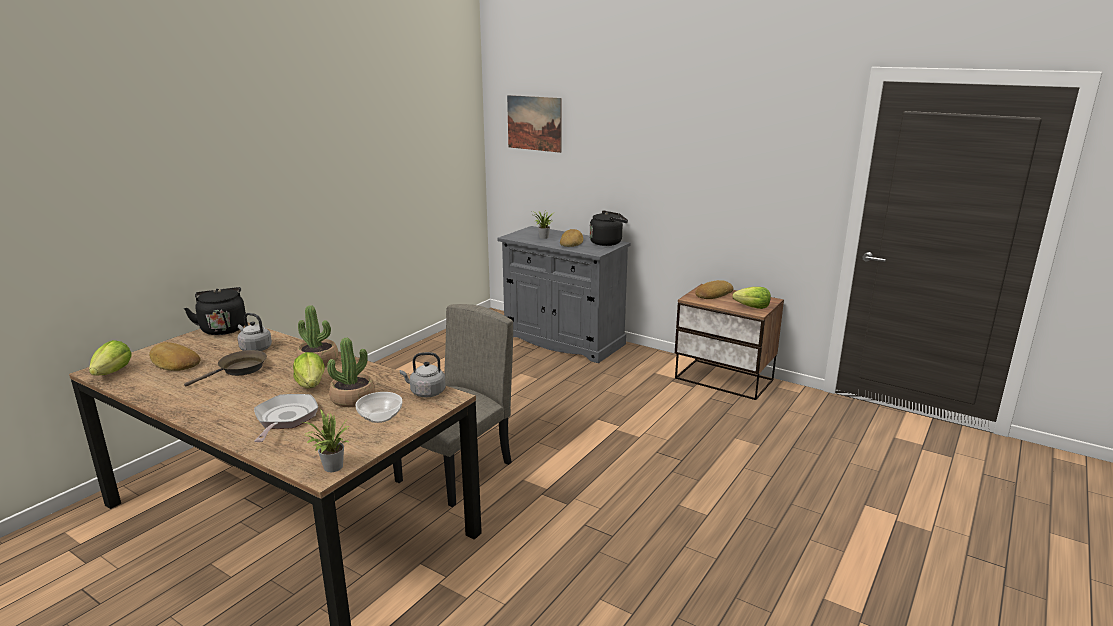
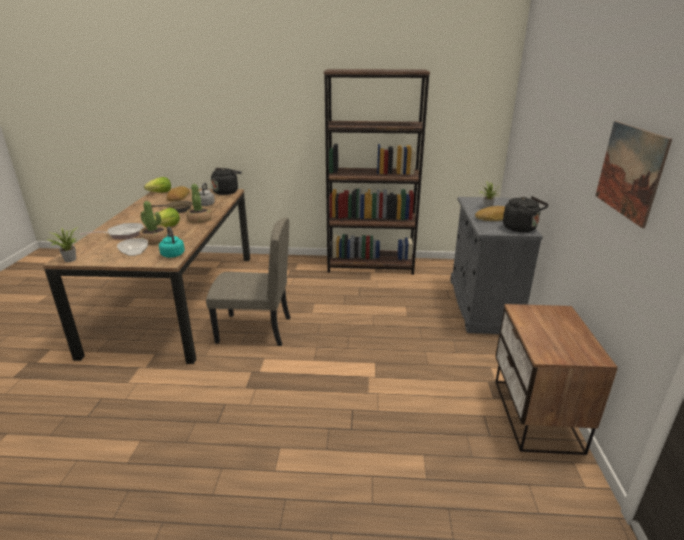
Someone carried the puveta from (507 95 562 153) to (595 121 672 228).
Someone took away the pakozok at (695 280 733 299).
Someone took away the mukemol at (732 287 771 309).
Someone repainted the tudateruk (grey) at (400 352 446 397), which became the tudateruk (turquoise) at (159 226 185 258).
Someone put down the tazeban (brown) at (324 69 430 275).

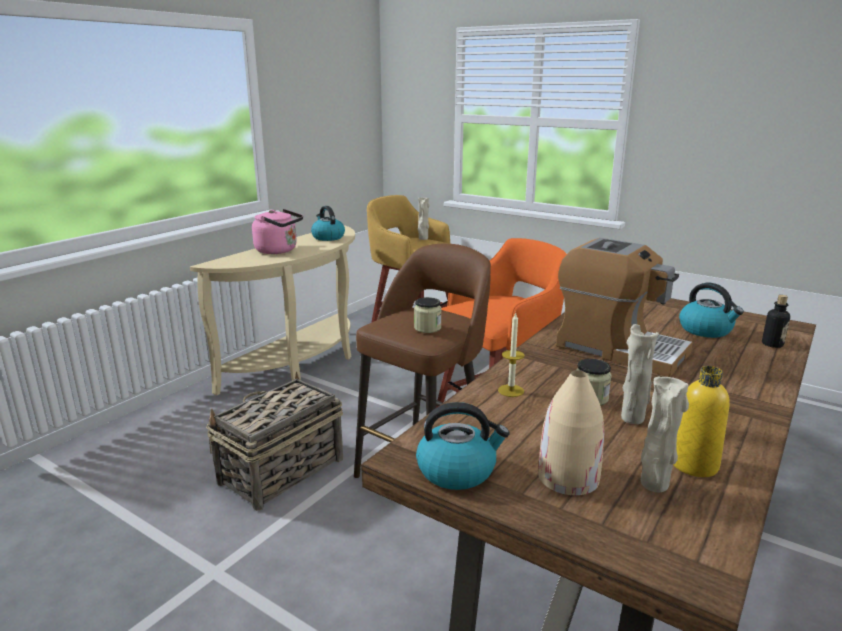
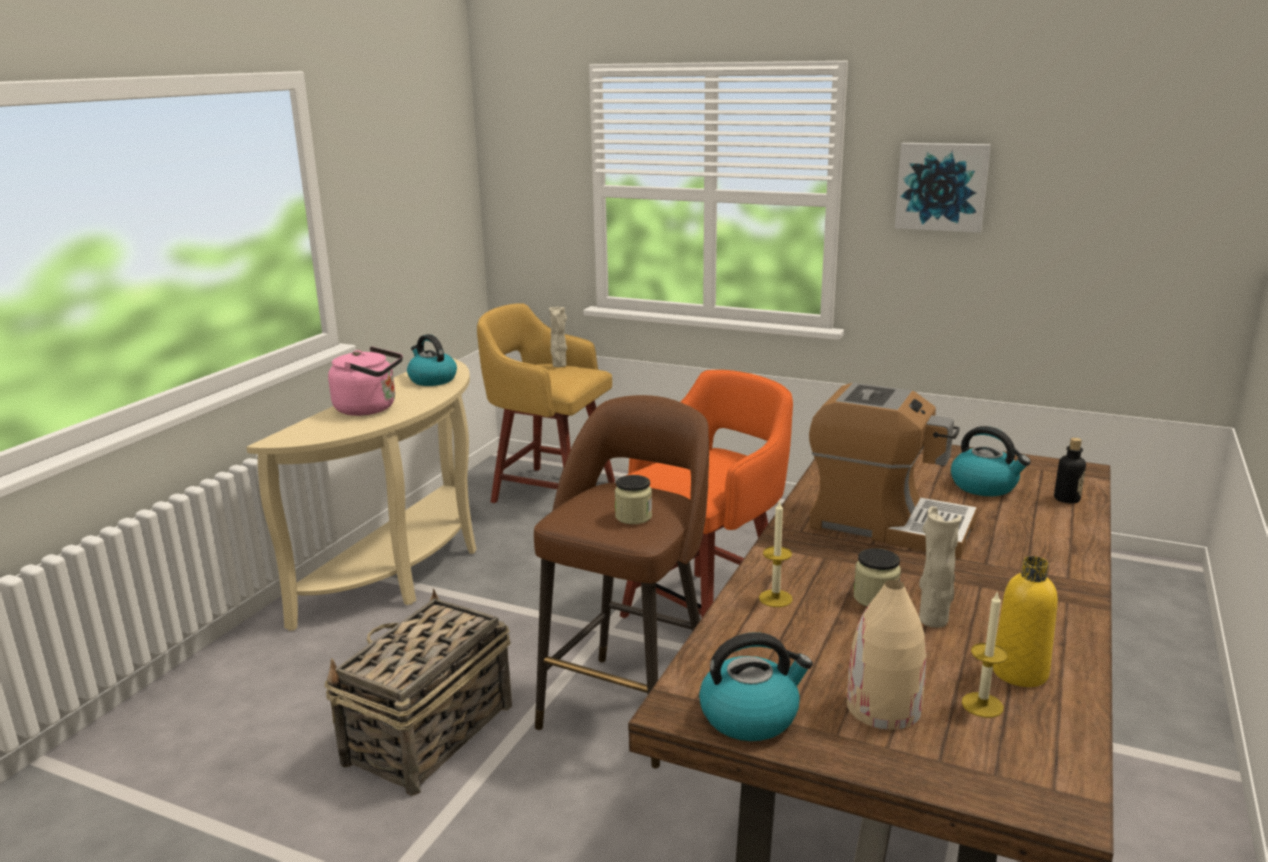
Someone swapped the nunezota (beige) at (641 376 689 492) for the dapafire at (962 591 1008 718).
Someone put up the puveta at (895 143 991 233).

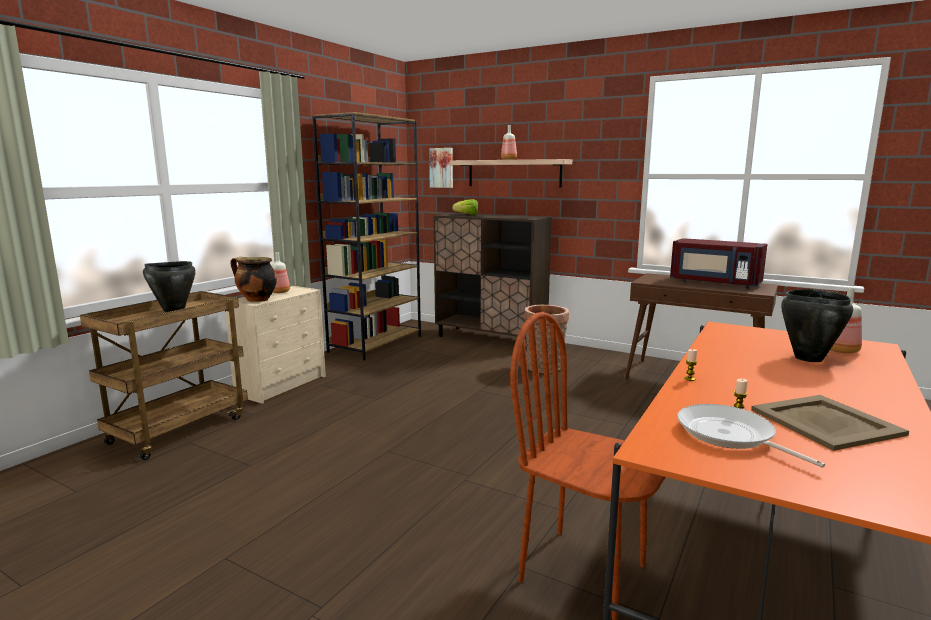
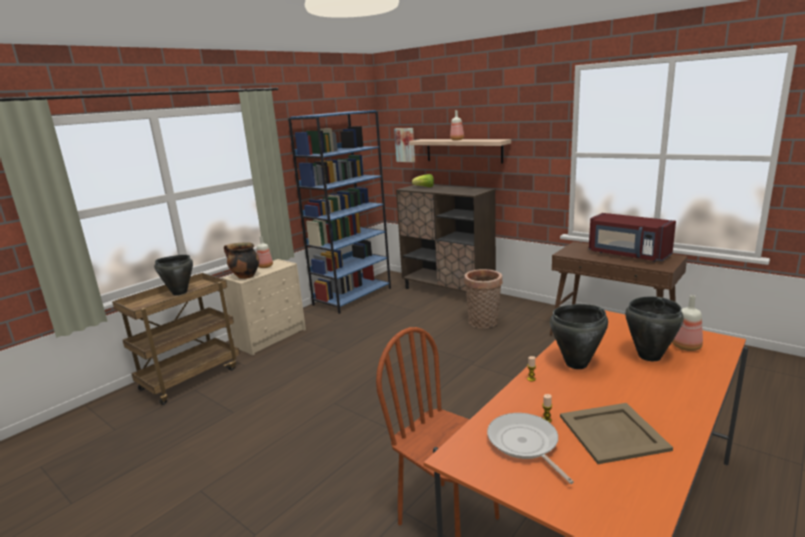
Someone repainted the tazeban (brown) at (312 112 421 360), which became the tazeban (blue) at (288 110 391 314).
Someone put down the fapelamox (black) at (550 304 608 369).

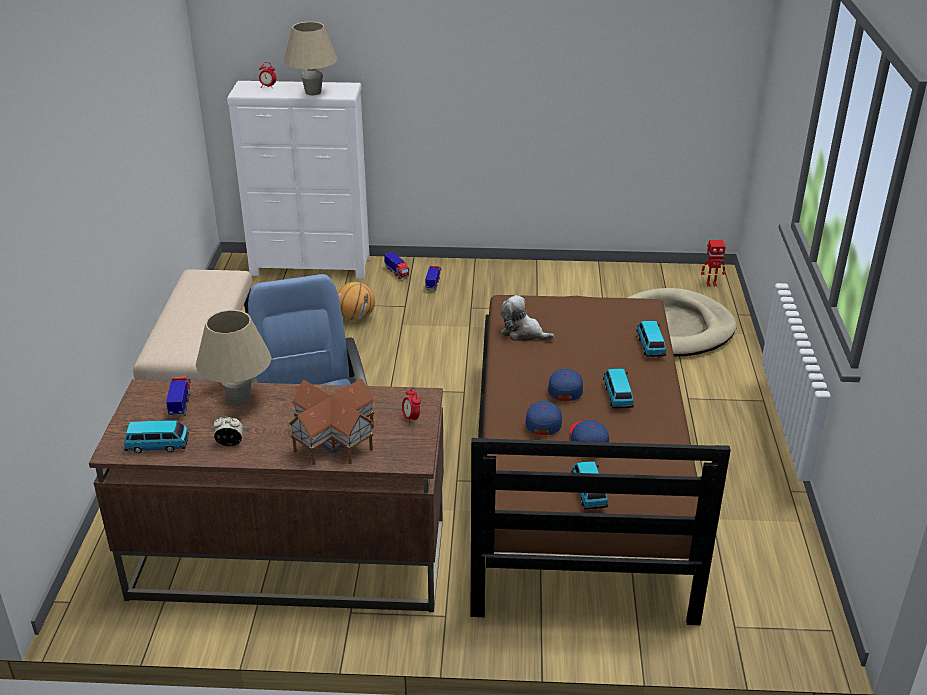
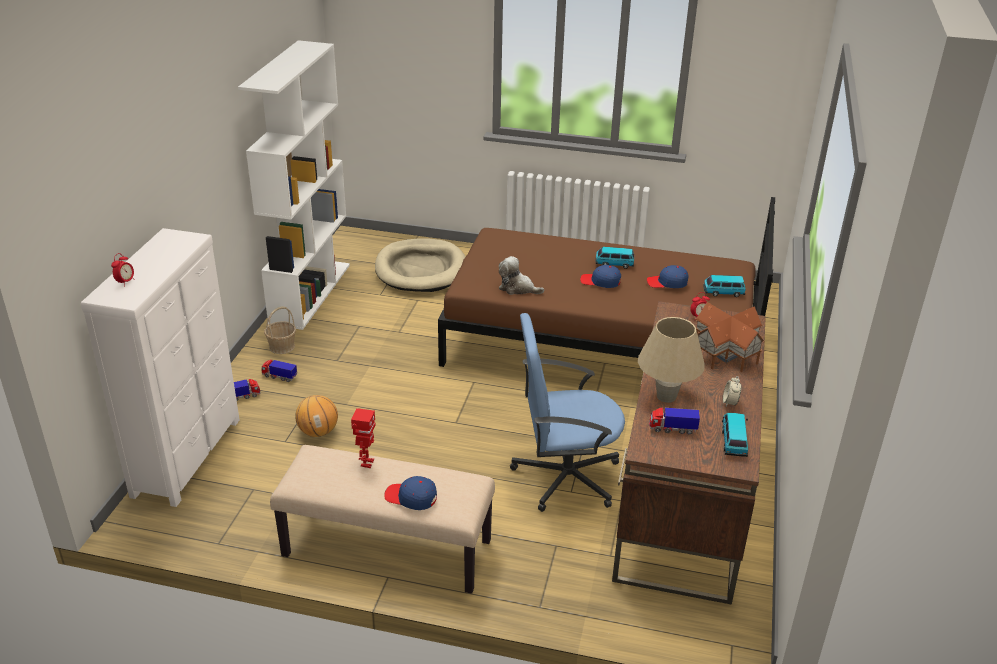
Someone took away the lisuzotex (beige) at (284 22 338 95).
Someone carried the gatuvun from (701 240 726 287) to (351 408 376 468).
Someone rotated the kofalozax at (501 295 555 341) by 75 degrees clockwise.
Someone took away the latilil at (636 321 666 357).
Someone carried the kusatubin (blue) from (525 401 562 435) to (384 476 437 510).
Someone put down the tazeban (white) at (238 40 350 330).
Someone put down the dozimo at (264 307 296 354).

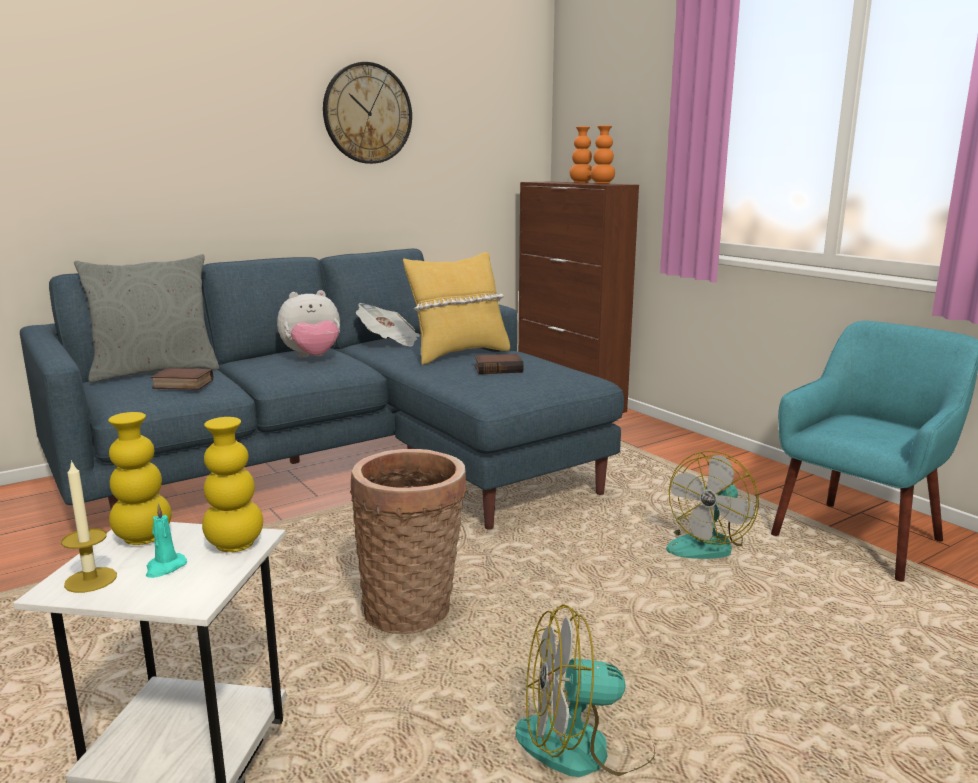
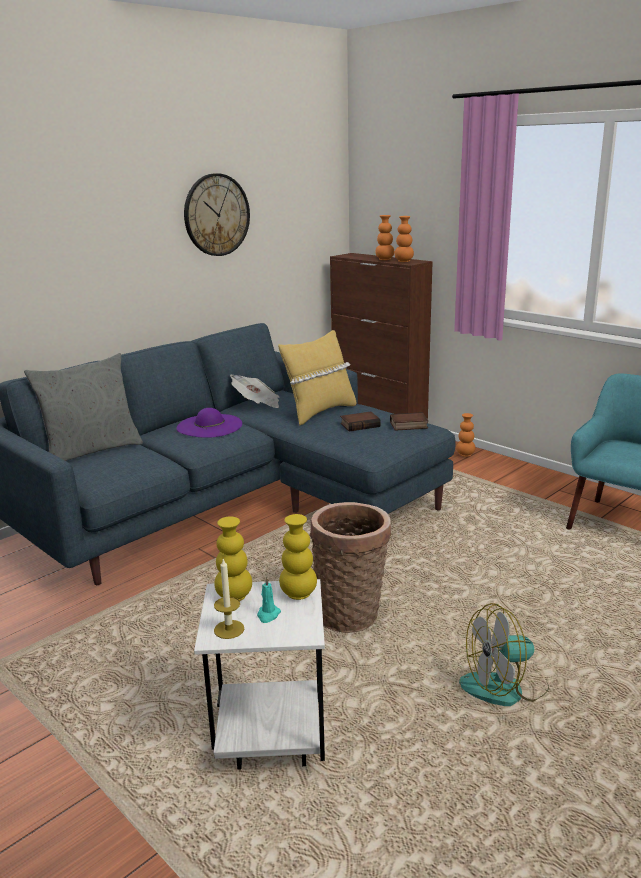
Someone swapped the kofalozax at (277 290 340 358) for the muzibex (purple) at (176 408 242 438).
Someone carried the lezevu from (151 368 213 390) to (390 412 428 431).
Someone took away the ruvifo at (666 451 759 559).
Someone put down the nunezota (orange) at (456 413 475 457).

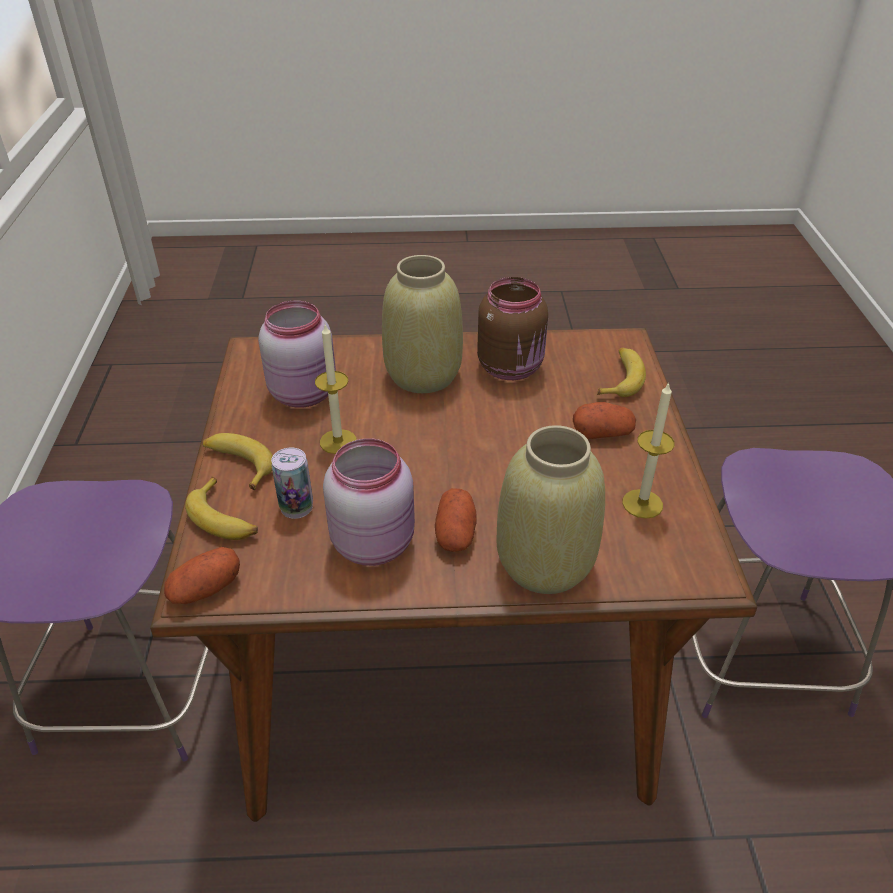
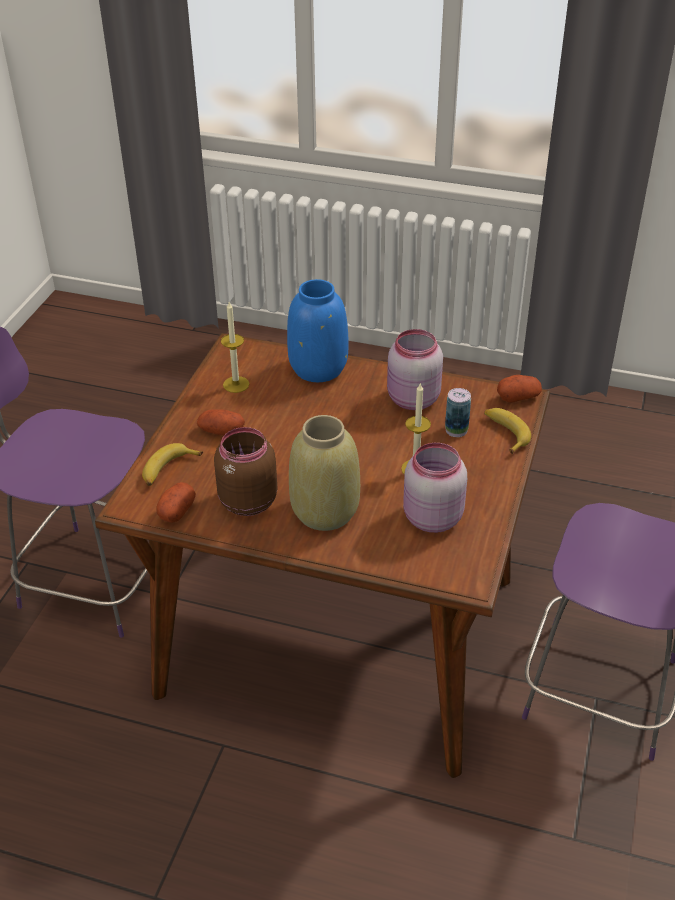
Someone repainted the nunezota (beige) at (497 425 605 594), which became the nunezota (blue) at (287 279 349 382).
Someone took away the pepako at (203 433 273 490).
Someone carried the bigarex from (435 488 477 552) to (156 482 196 523).

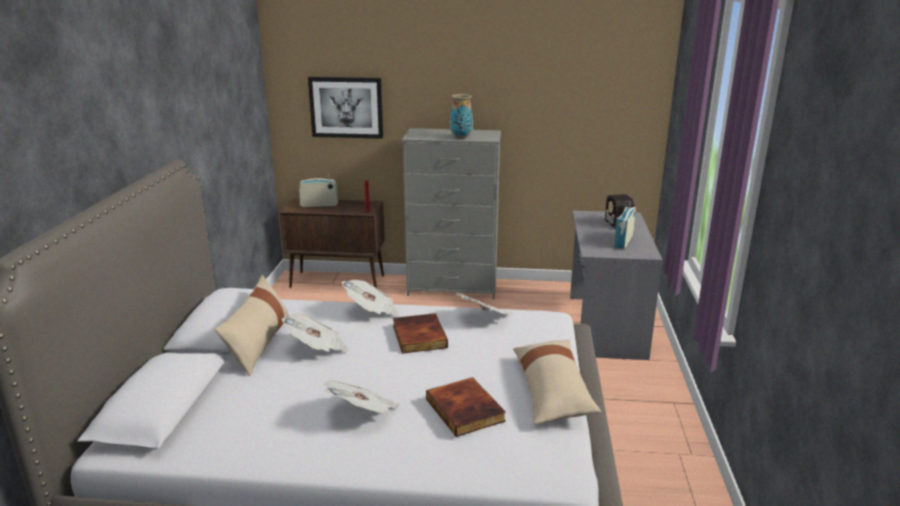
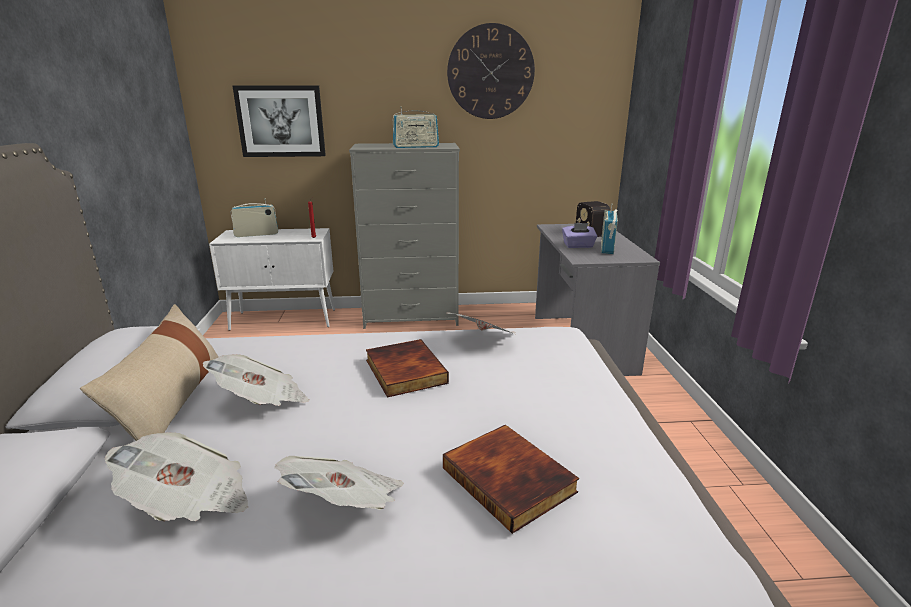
Someone swapped the nunezota at (450 94 473 139) for the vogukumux at (393 107 439 148).
Someone repainted the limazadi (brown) at (280 198 385 288), which became the limazadi (white) at (209 228 335 331).
Someone carried the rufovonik from (342 280 399 316) to (105 432 248 522).
Someone took away the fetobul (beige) at (513 339 601 424).
Someone put up the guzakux at (447 23 535 119).
Someone put down the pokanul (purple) at (562 223 598 248).

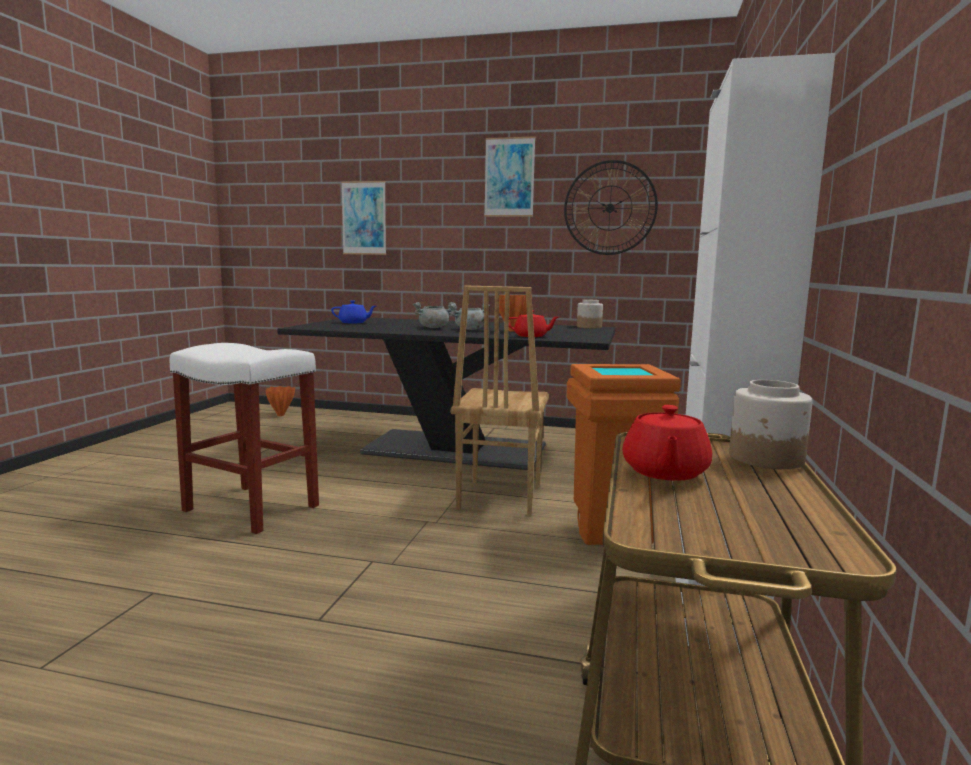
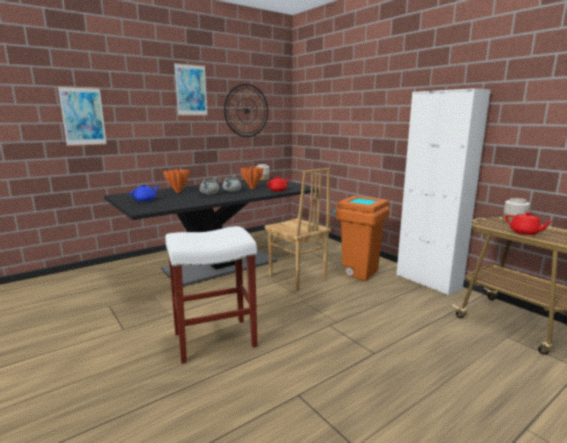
Someone carried the nunezota (orange) from (265 386 295 416) to (163 169 190 193).

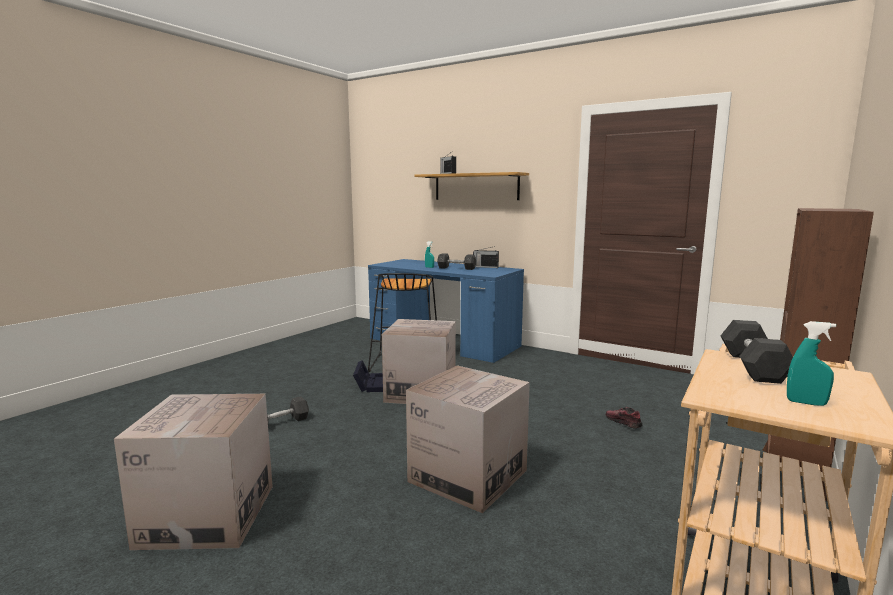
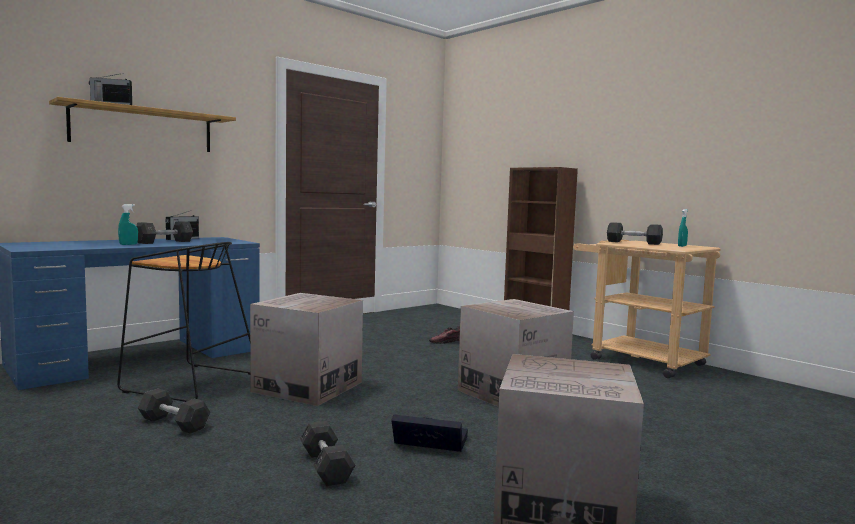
Someone carried the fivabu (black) from (353 360 383 392) to (391 415 468 452).
Someone put down the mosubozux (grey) at (138 388 210 434).

